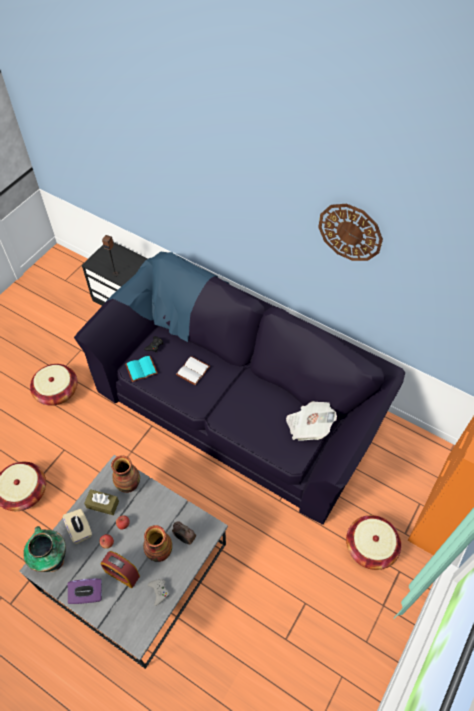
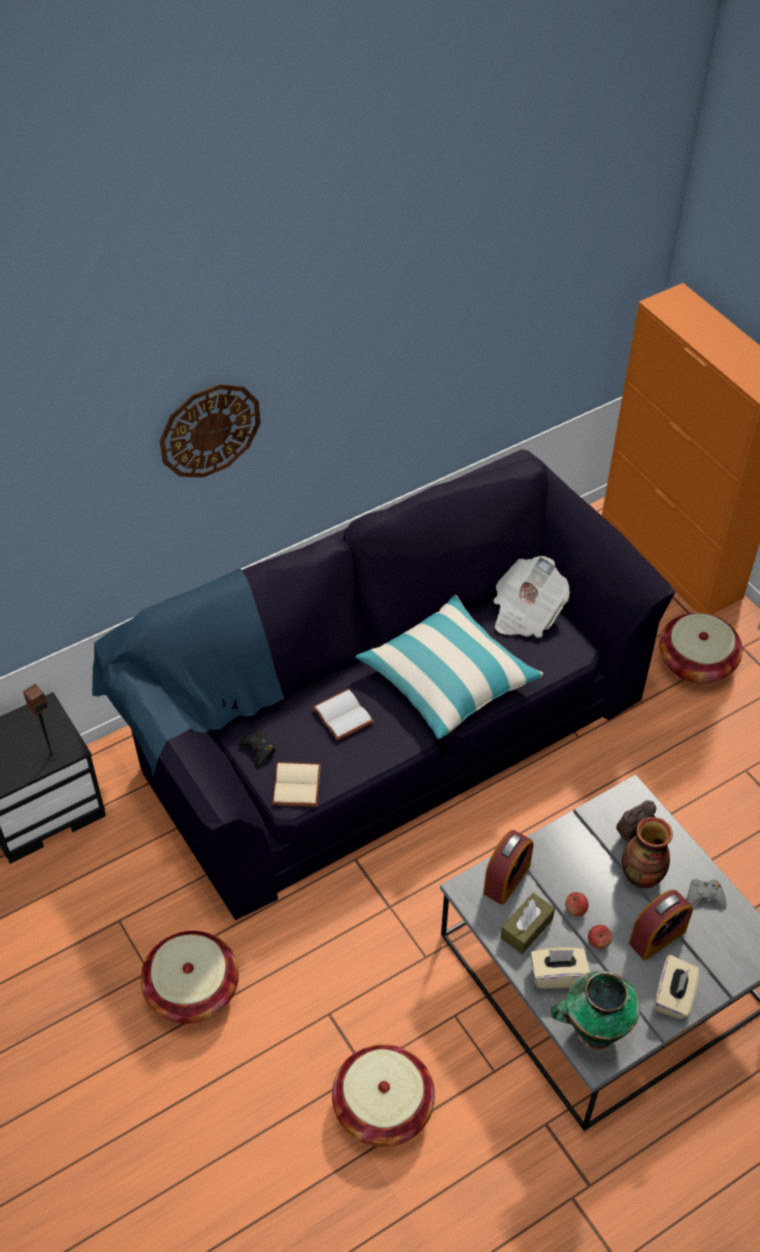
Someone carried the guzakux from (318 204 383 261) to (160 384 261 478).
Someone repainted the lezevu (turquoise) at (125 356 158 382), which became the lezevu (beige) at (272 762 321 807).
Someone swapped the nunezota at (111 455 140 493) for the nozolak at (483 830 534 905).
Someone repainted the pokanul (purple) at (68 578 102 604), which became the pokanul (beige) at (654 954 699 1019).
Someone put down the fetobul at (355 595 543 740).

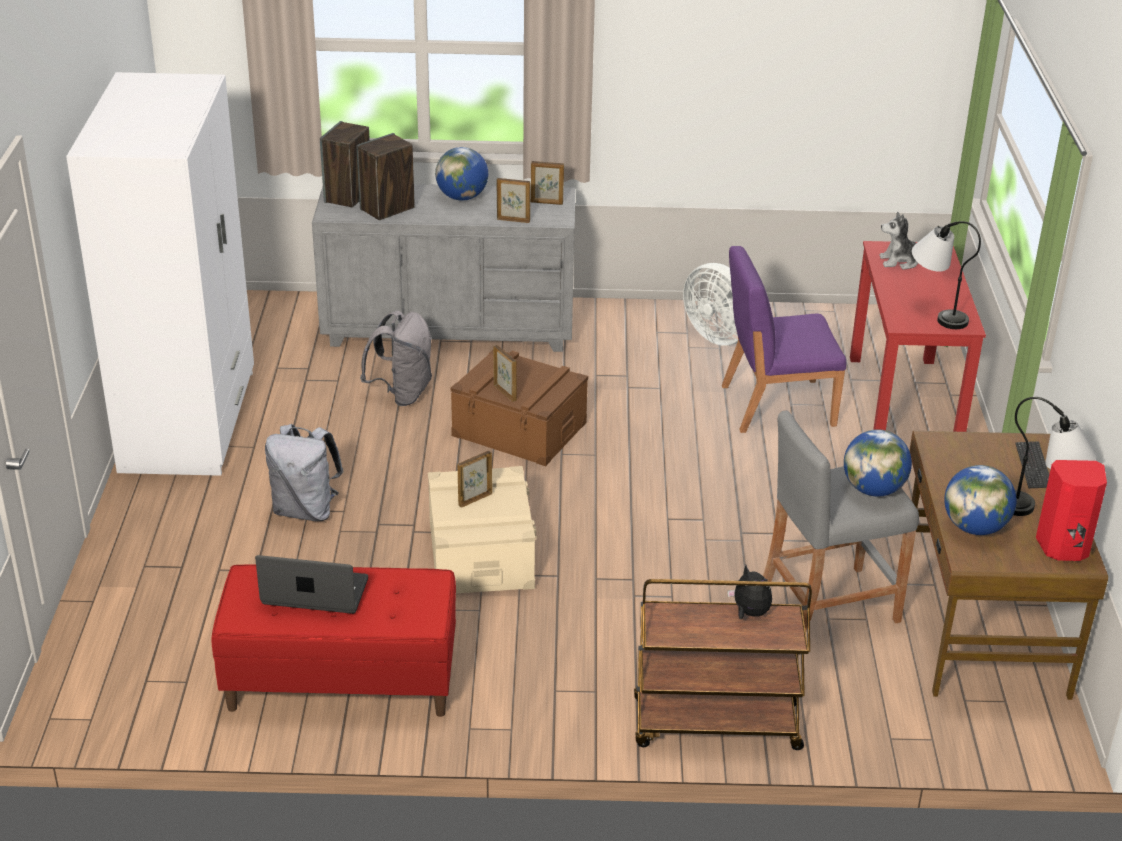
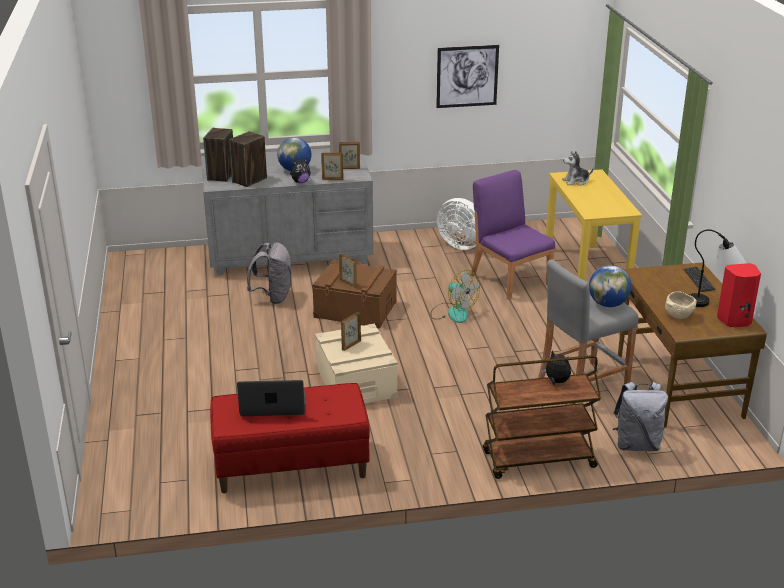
Someone took away the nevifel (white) at (66 72 254 476).
Someone took away the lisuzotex at (912 221 981 329).
Someone repainted the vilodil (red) at (850 241 986 432), which became the vilodil (yellow) at (546 169 642 280).
Someone rotated the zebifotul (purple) at (722 246 846 433) by 75 degrees clockwise.
Someone carried the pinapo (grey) from (265 424 344 521) to (613 382 668 451).
Someone swapped the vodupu at (944 465 1017 535) for the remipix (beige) at (665 291 697 319).
Someone put up the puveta at (436 45 499 108).
Someone put down the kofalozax at (290 158 310 183).
Someone put down the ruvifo at (430 270 480 323).

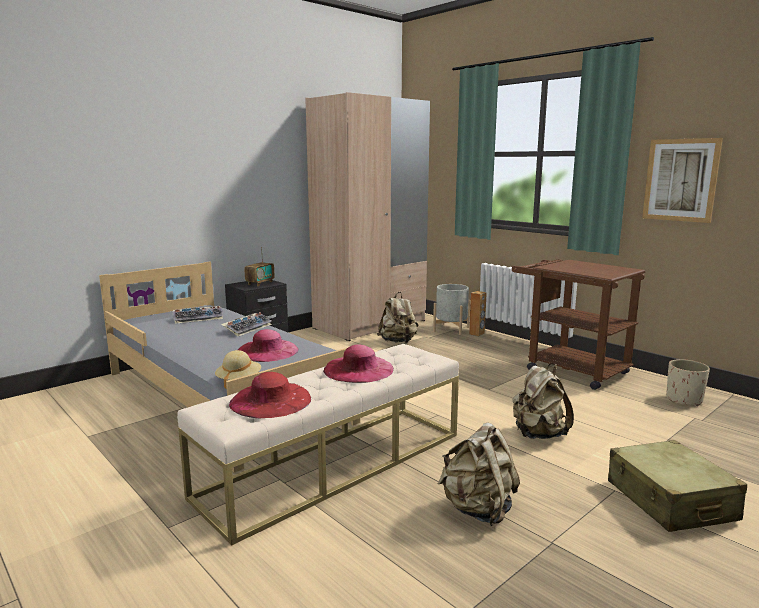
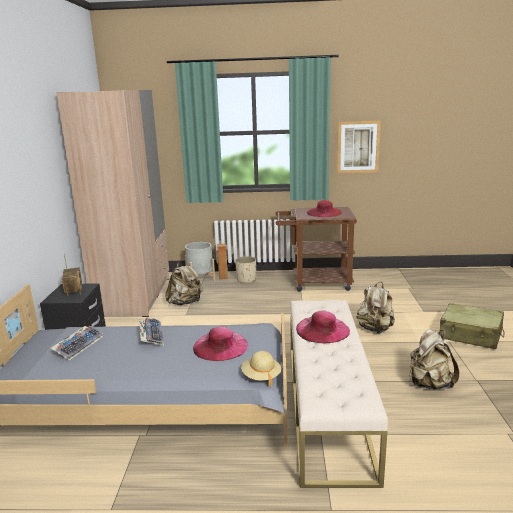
Someone carried the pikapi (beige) from (666 359 710 406) to (235 256 256 283).
Someone carried the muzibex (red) from (229 372 311 418) to (307 200 342 217).

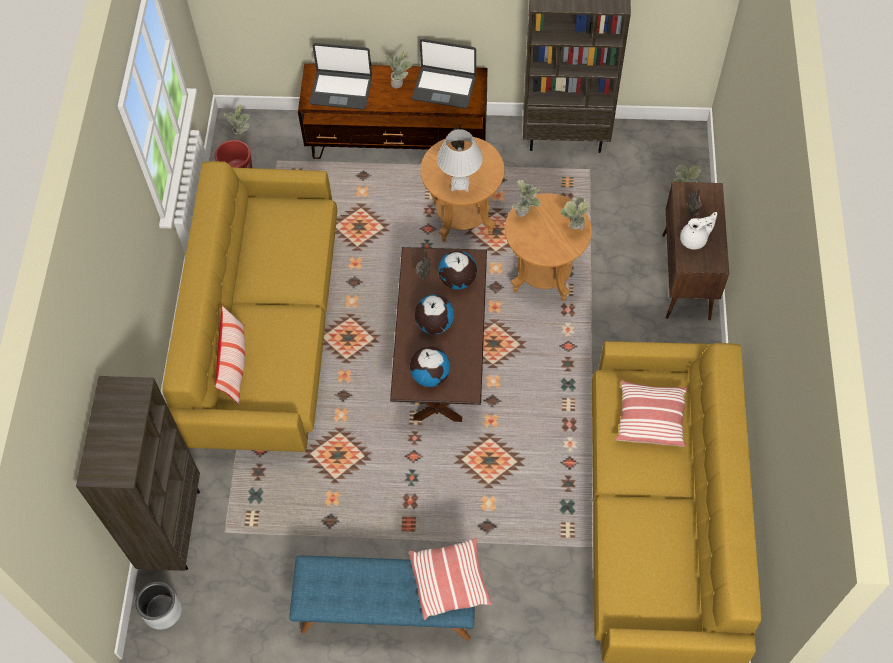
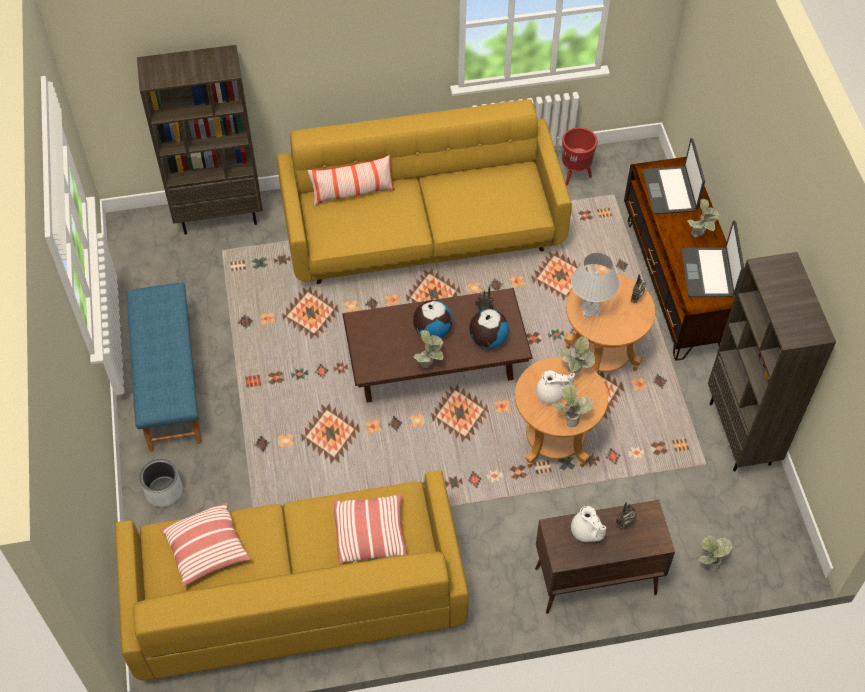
Someone carried the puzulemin from (224 104 250 141) to (413 330 444 368).
Someone took away the vodupu at (410 346 450 387).
Someone carried the fetobul from (409 538 492 620) to (160 502 251 587).
Someone carried the pikapi (grey) from (135 582 182 630) to (140 459 183 507).
Someone put down the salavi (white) at (536 370 575 404).

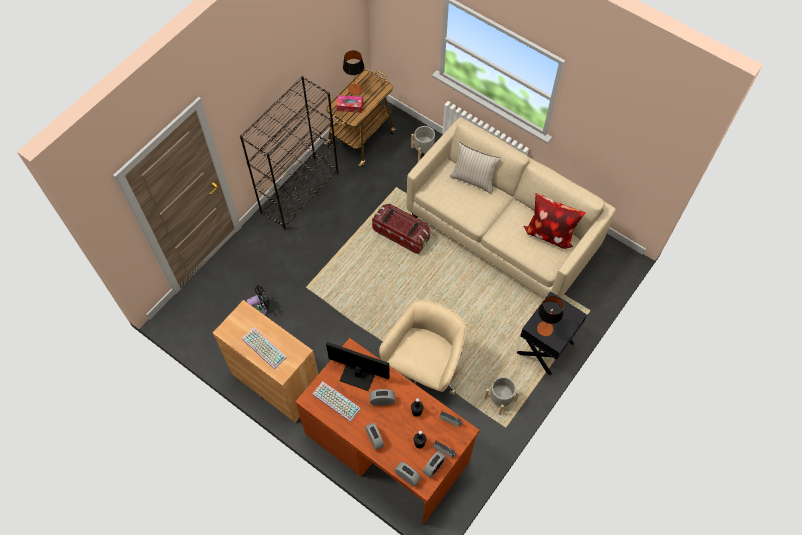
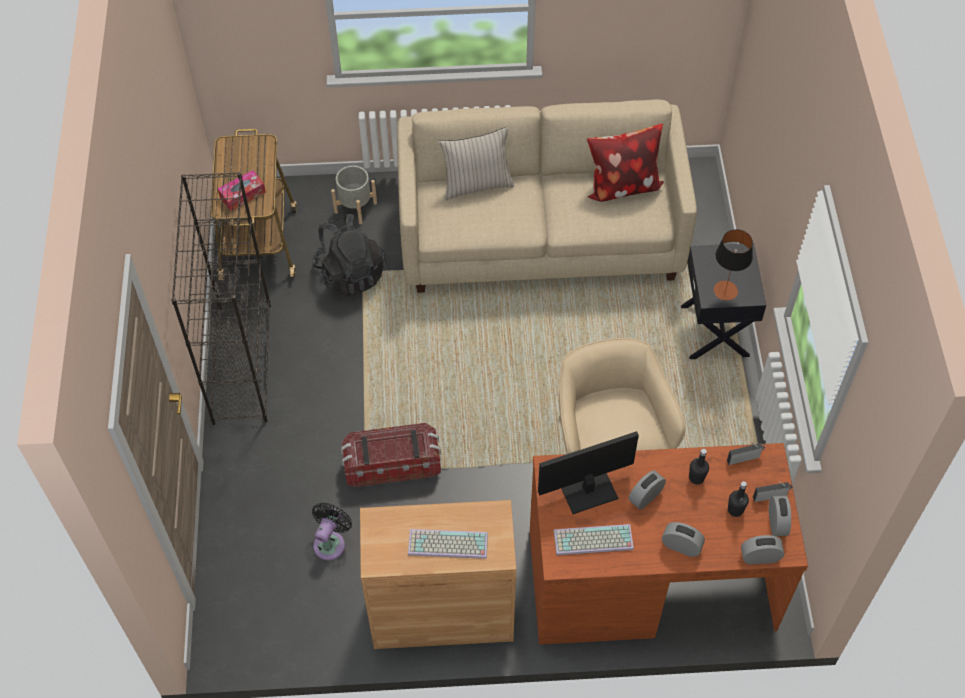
Someone took away the lisuzotex at (343 50 364 95).
Someone carried the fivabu from (372 204 430 254) to (341 423 441 487).
Someone took away the pikapi (grey) at (484 376 519 415).
Someone put down the pinapo (black) at (312 214 386 297).

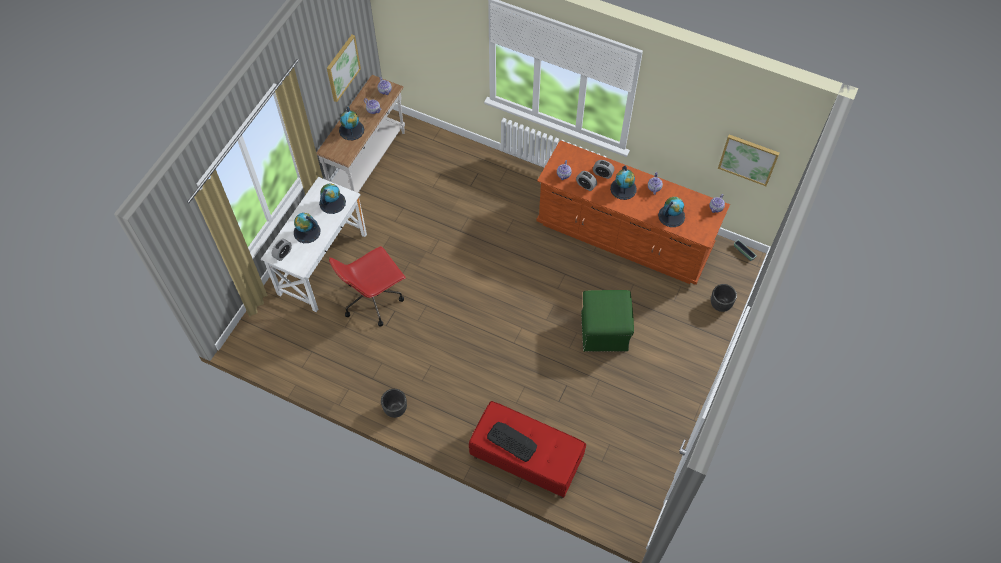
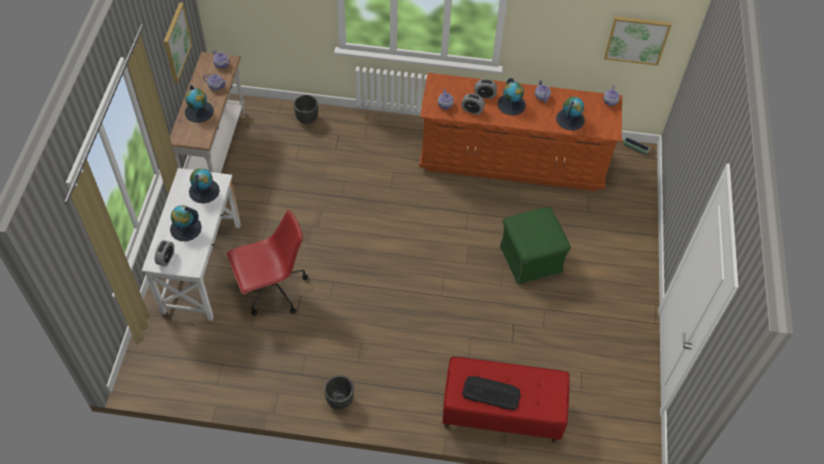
Someone rotated the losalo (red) at (329 246 406 326) by 150 degrees counterclockwise.
Someone carried the pikapi (black) from (711 284 737 312) to (294 95 318 124).

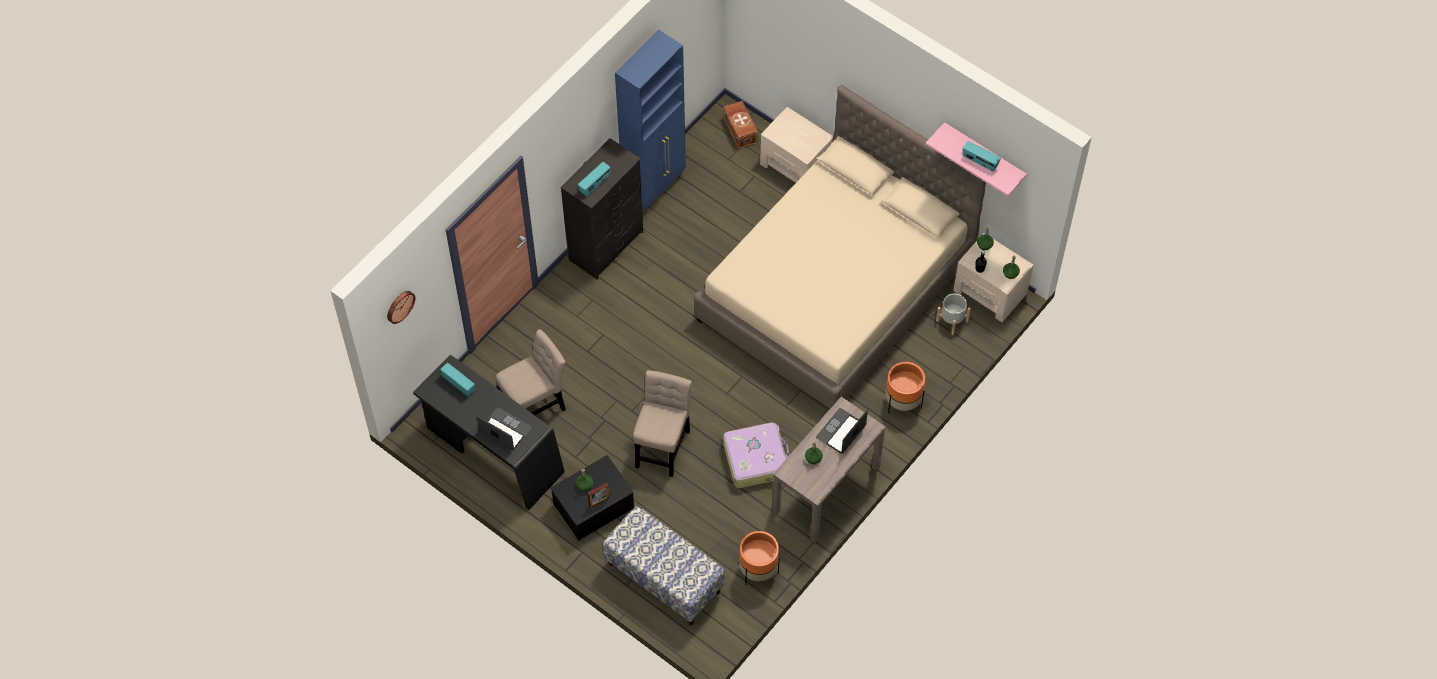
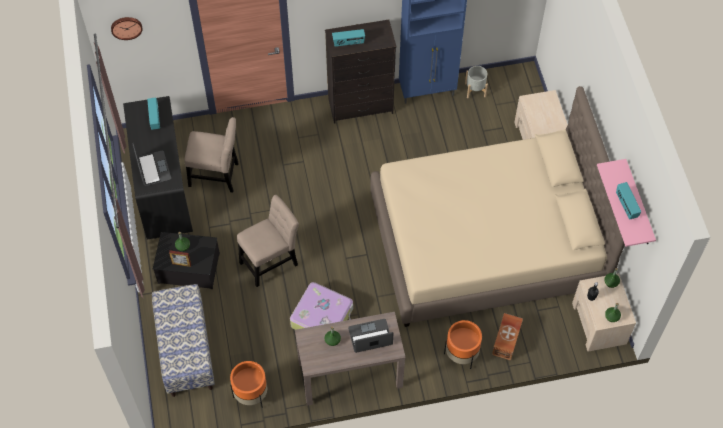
Someone carried the fivabu (brown) from (724 101 758 149) to (492 313 523 361).
Someone carried the pikapi (grey) from (936 294 971 335) to (465 66 488 98).

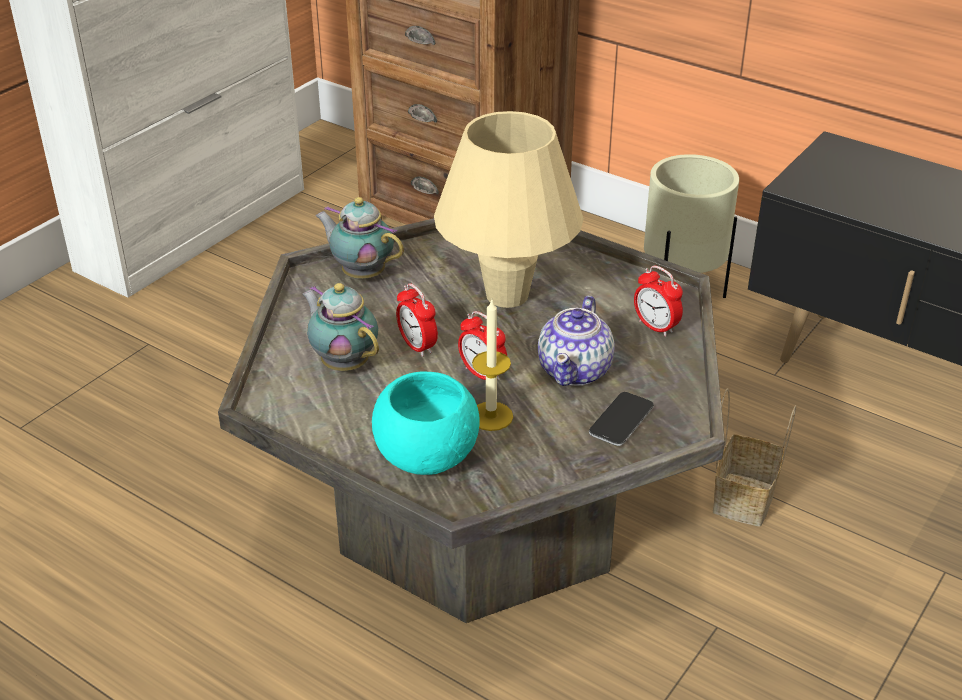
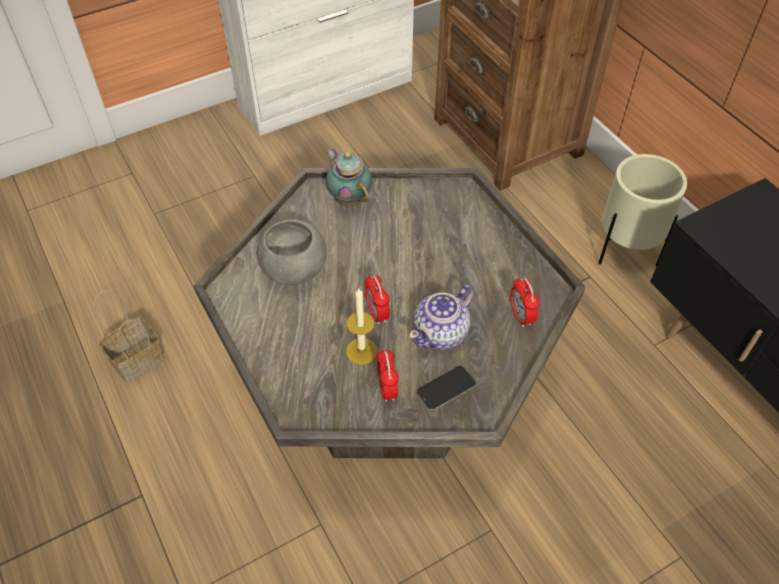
Someone took away the lisuzotex (beige) at (434 111 584 308).
Someone swapped the salavi at (302 283 379 371) for the remipix (grey) at (257 219 327 285).
Someone carried the nozolak from (396 283 438 357) to (376 349 399 402).
Someone took away the remipix (turquoise) at (372 371 480 475).
Someone carried the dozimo from (713 388 796 526) to (94 290 165 383).

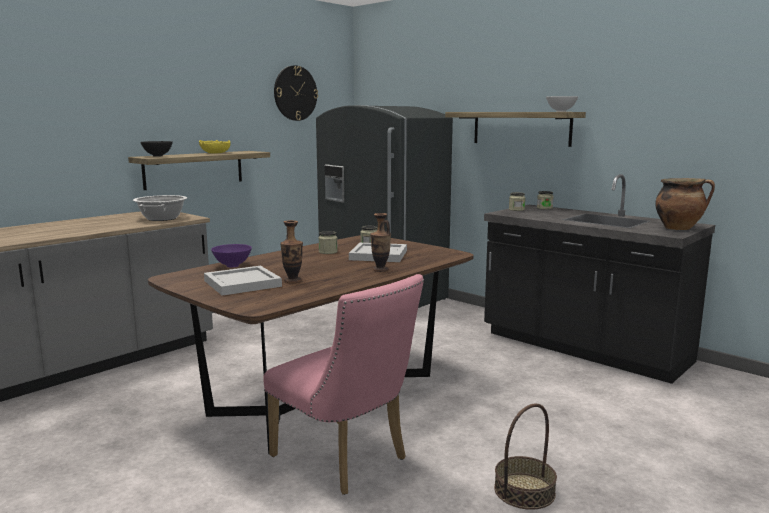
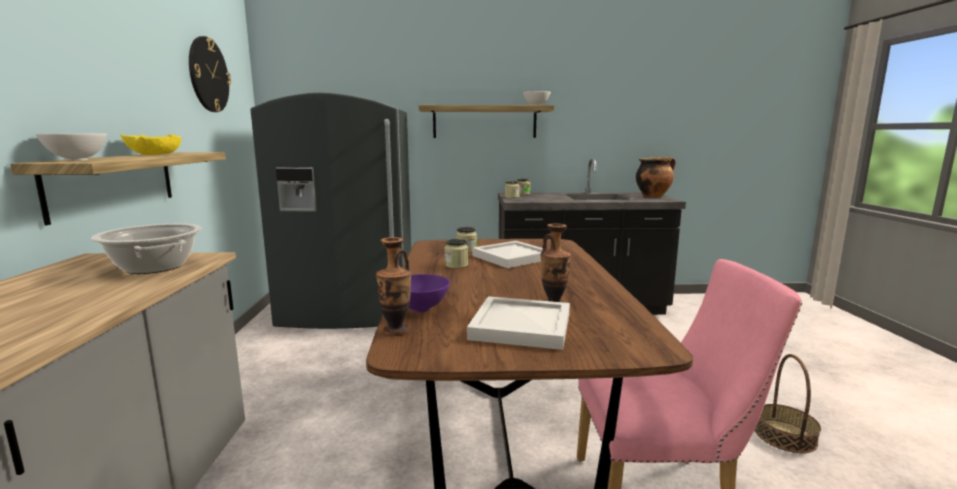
Someone repainted the remipix (black) at (141 141 173 157), which became the remipix (white) at (35 134 107 161).
Someone carried the nunezota from (370 213 391 272) to (376 237 411 336).

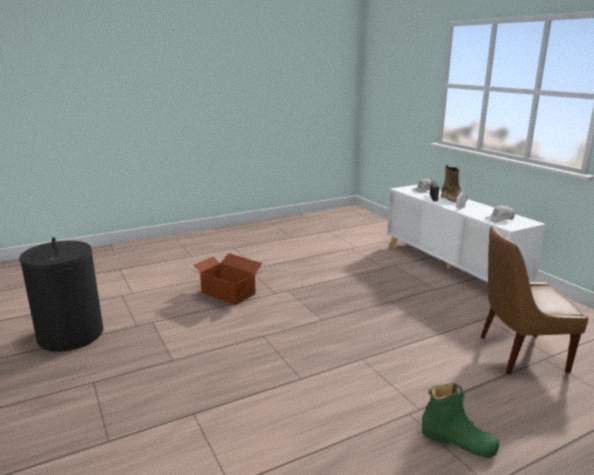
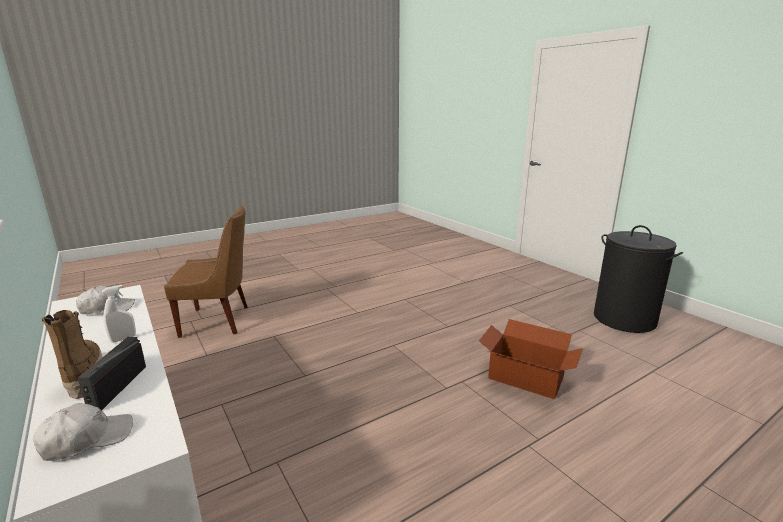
Someone took away the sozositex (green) at (422 383 499 458).

